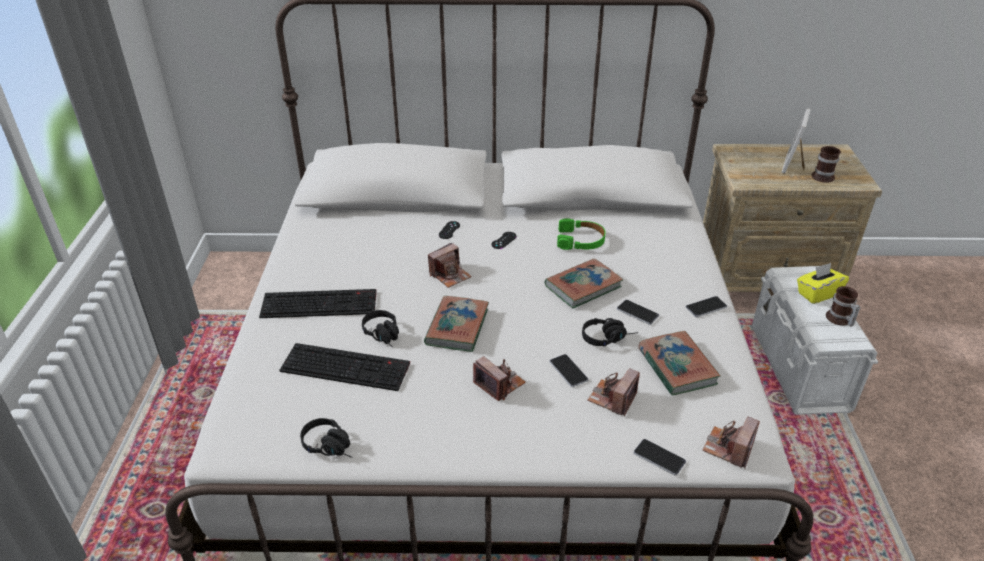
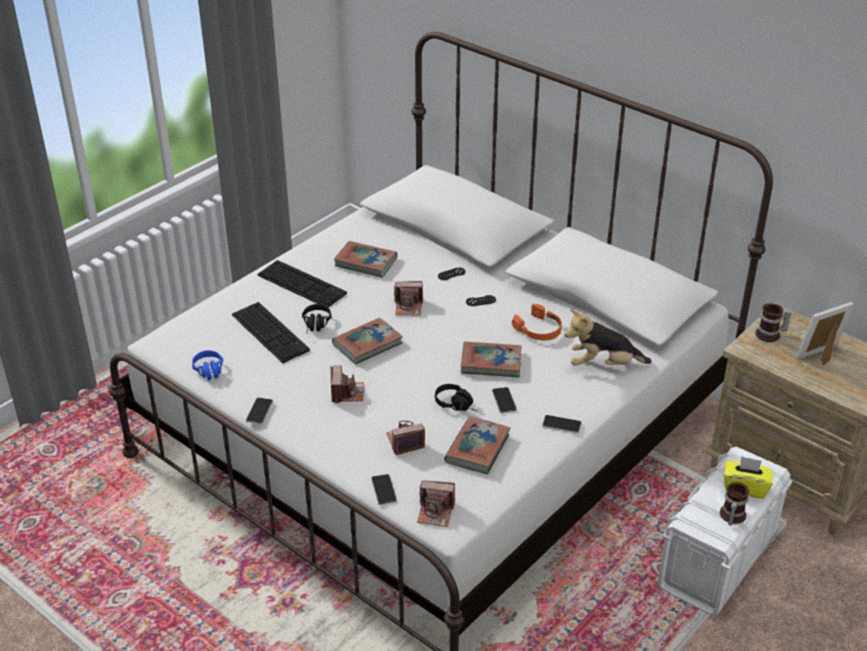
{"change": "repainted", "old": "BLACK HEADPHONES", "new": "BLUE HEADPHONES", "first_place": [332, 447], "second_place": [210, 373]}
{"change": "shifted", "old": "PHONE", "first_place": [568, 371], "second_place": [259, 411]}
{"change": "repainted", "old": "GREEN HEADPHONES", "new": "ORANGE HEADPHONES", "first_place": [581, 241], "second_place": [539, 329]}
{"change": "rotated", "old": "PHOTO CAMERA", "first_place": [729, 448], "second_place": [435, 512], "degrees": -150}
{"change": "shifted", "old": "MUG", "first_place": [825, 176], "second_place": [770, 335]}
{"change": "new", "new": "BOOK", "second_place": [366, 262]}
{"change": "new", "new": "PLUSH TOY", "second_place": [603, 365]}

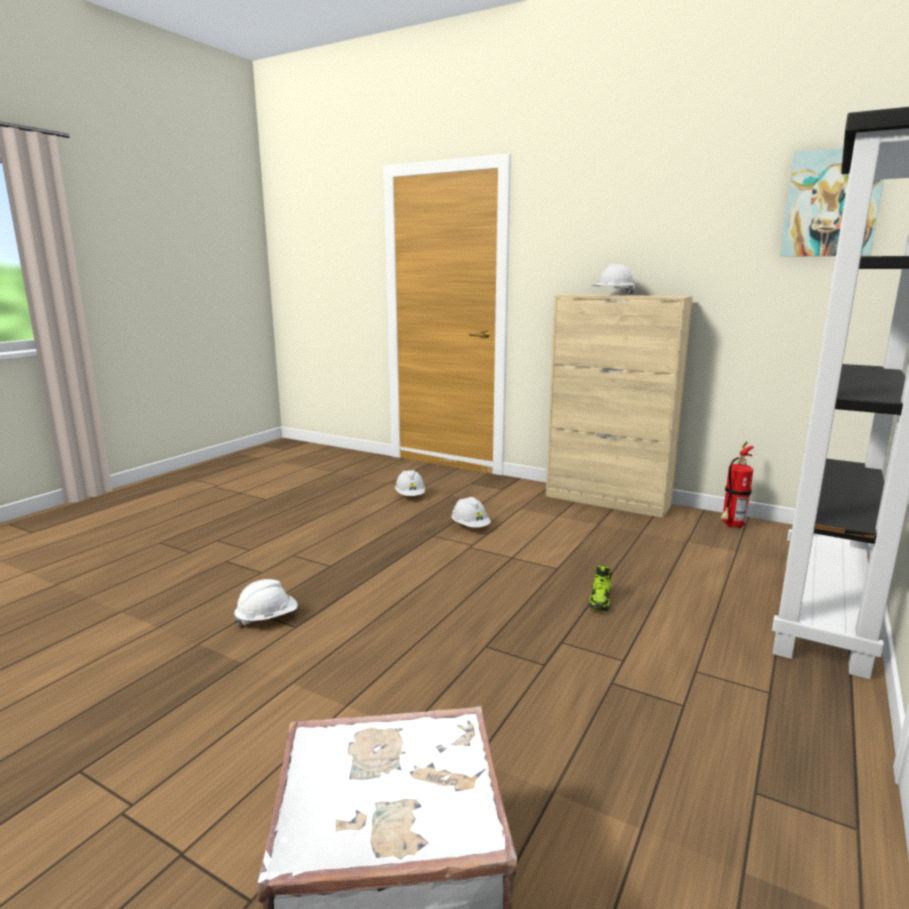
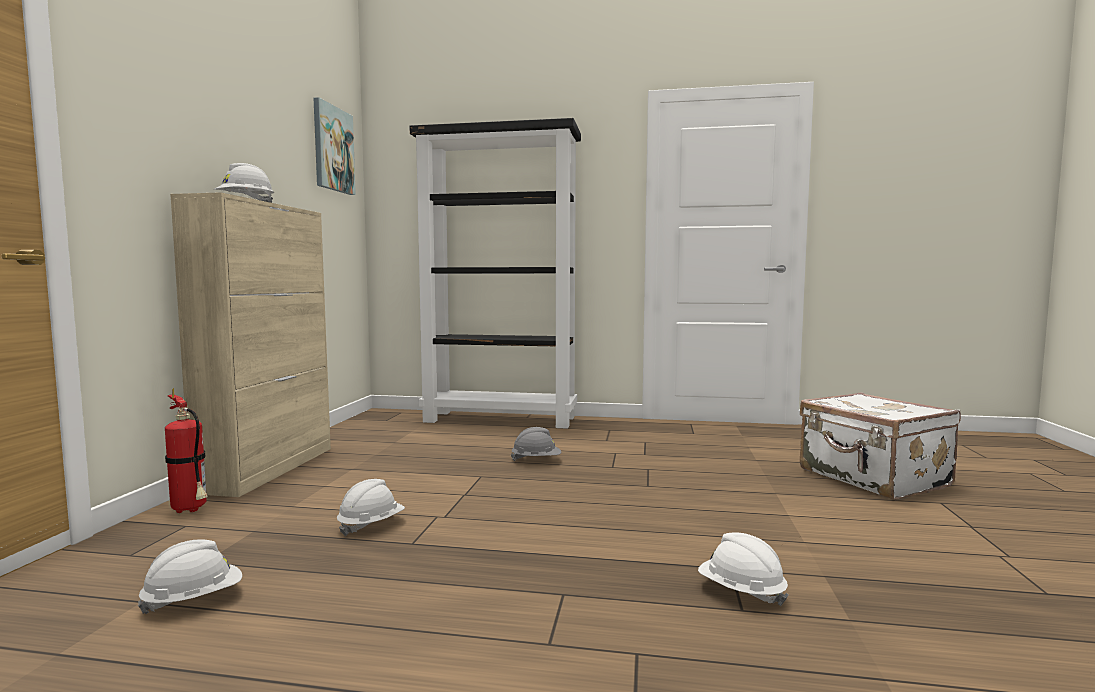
{"change": "swapped", "old": "SHOE", "new": "GREY HARD HAT", "first_place": [600, 601], "second_place": [536, 460]}
{"change": "shifted", "old": "FIRE EXTINGUISHER", "first_place": [731, 526], "second_place": [191, 510]}

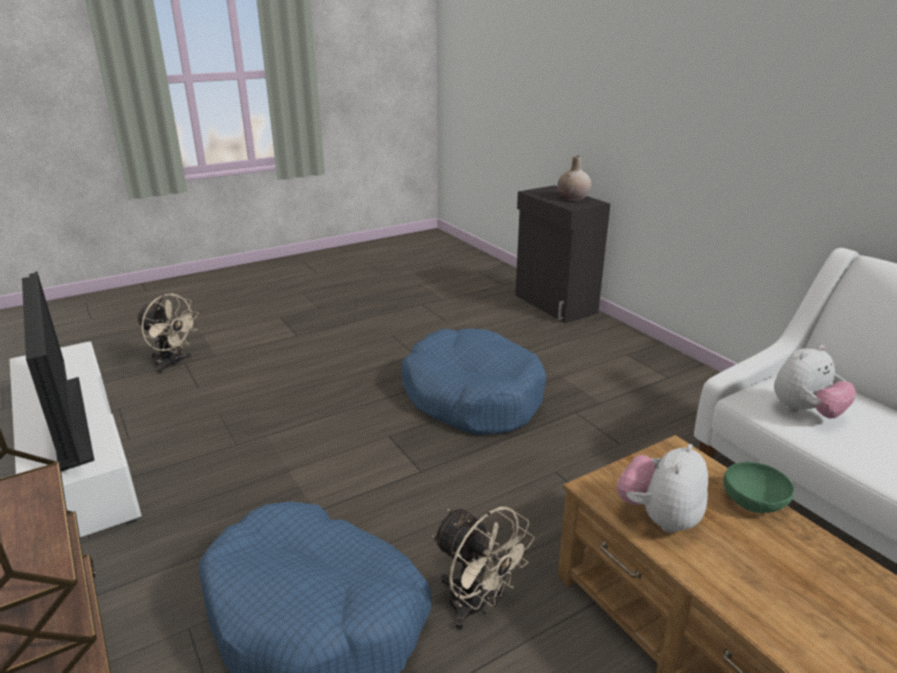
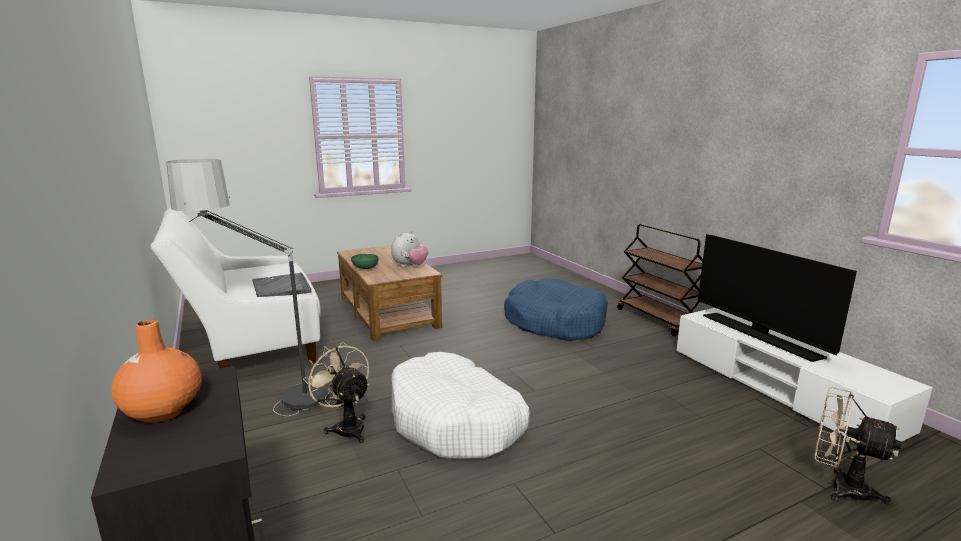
{"change": "repainted", "old": "BLUE DOG BED", "new": "WHITE DOG BED", "first_place": [472, 397], "second_place": [456, 421]}
{"change": "shifted", "old": "BEIGE FAN", "first_place": [476, 607], "second_place": [346, 426]}
{"change": "repainted", "old": "BEIGE VASE", "new": "ORANGE VASE", "first_place": [573, 198], "second_place": [163, 410]}
{"change": "swapped", "old": "PLUSH TOY", "new": "GREY TRAY", "first_place": [805, 412], "second_place": [281, 287]}
{"change": "new", "new": "FLOOR LAMP", "second_place": [268, 399]}

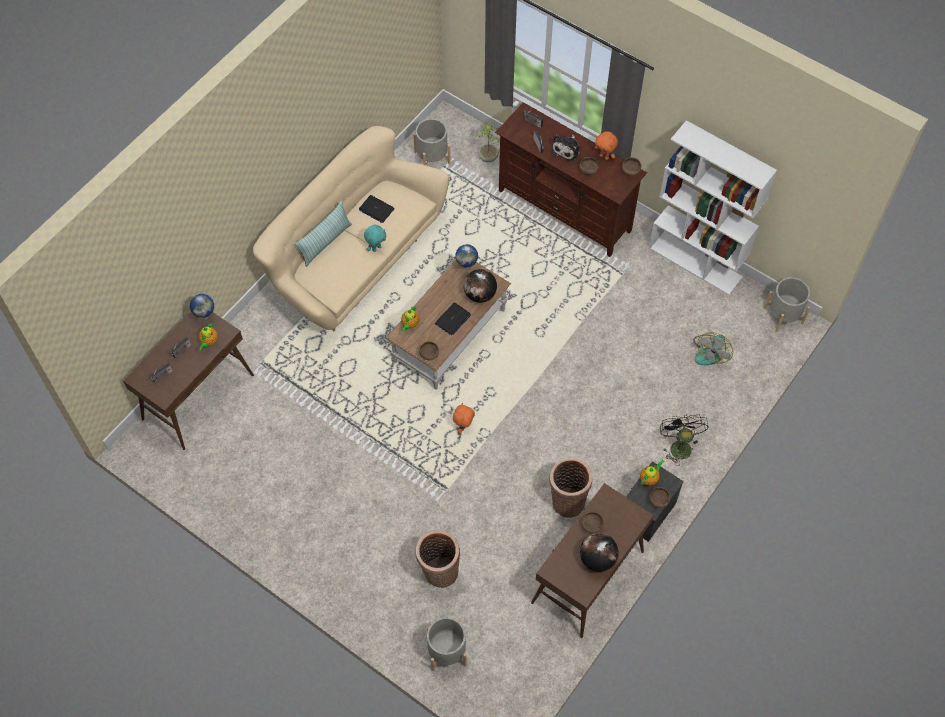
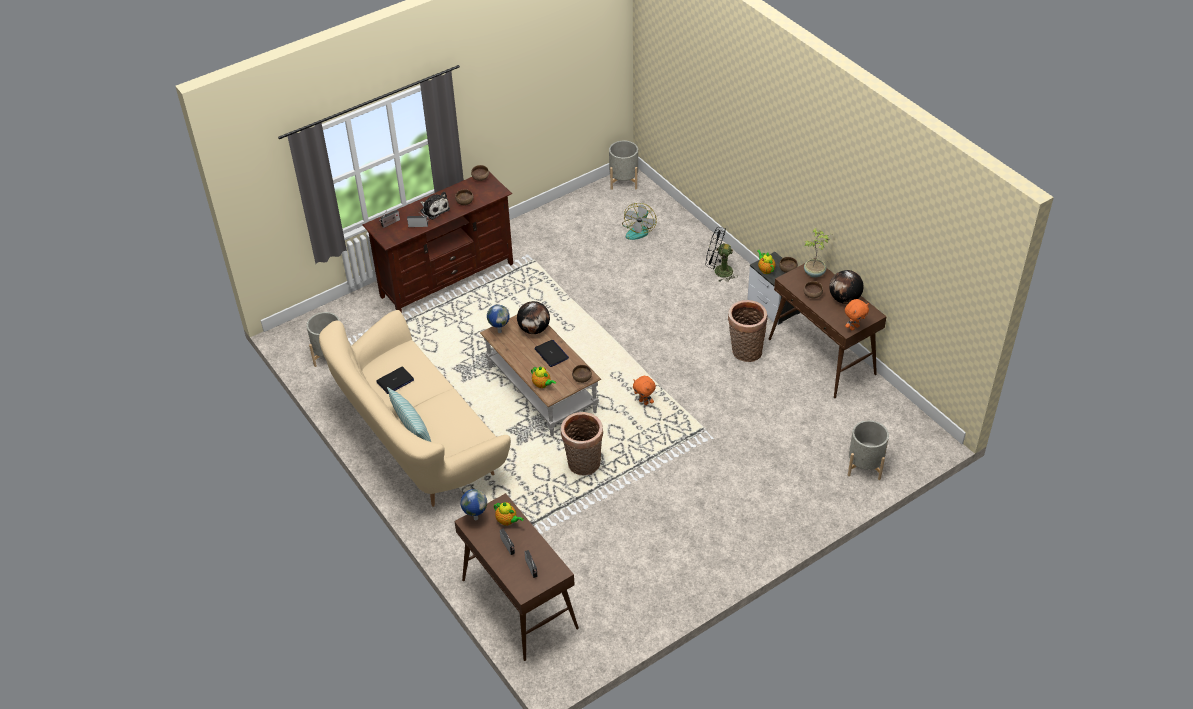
{"change": "gone", "old": "TURQUOISE PLUSH TOY", "first_place": [376, 248]}
{"change": "shifted", "old": "BASKET", "first_place": [438, 572], "second_place": [583, 465]}
{"change": "shifted", "old": "POTTED PLANT", "first_place": [488, 157], "second_place": [815, 273]}
{"change": "shifted", "old": "ORANGE PLUSH TOY", "first_place": [604, 156], "second_place": [854, 327]}
{"change": "gone", "old": "WHITE BOOKCASE", "first_place": [696, 262]}
{"change": "rotated", "old": "FAN", "first_place": [710, 352], "second_place": [639, 230], "degrees": 60}

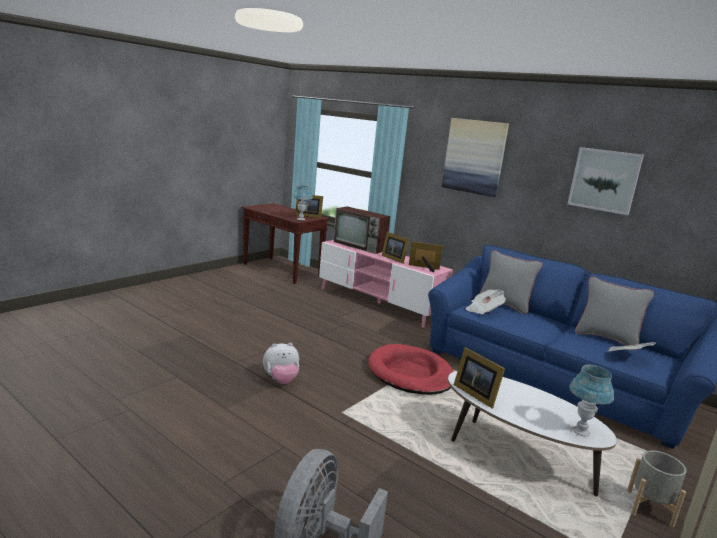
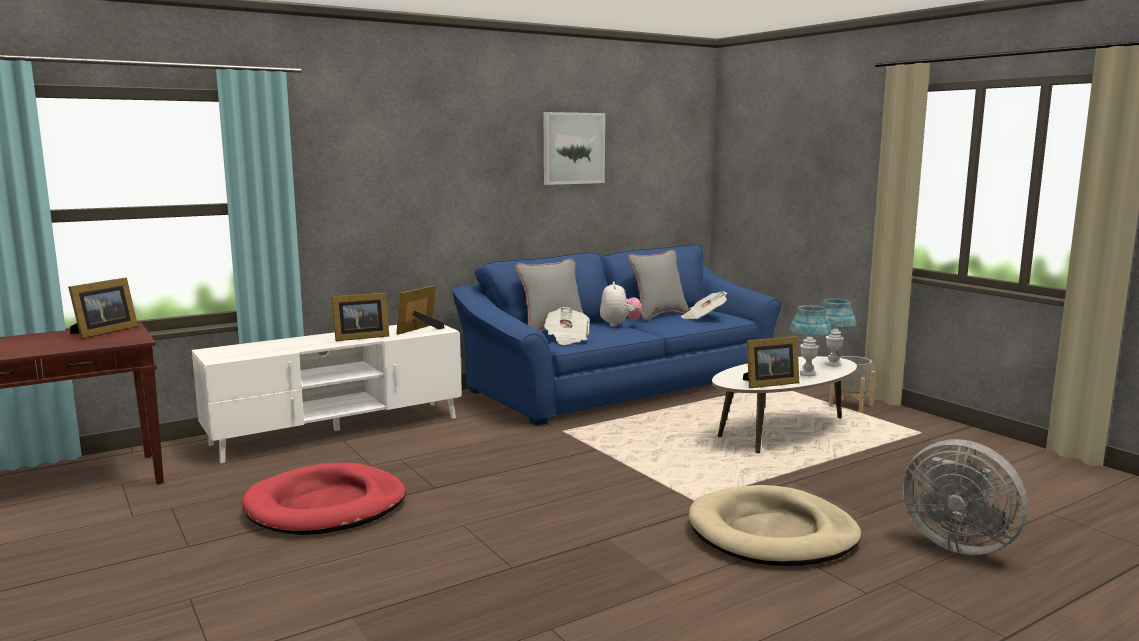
{"change": "shifted", "old": "PLUSH TOY", "first_place": [281, 380], "second_place": [619, 325]}
{"change": "shifted", "old": "BLUE TABLE LAMP", "first_place": [301, 219], "second_place": [807, 374]}
{"change": "repainted", "old": "PINK TV STAND", "new": "WHITE TV STAND", "first_place": [378, 303], "second_place": [337, 430]}
{"change": "gone", "old": "TELEVISION", "first_place": [360, 246]}
{"change": "shifted", "old": "RED DOG BED", "first_place": [410, 373], "second_place": [326, 506]}
{"change": "gone", "old": "PICTURE", "first_place": [474, 156]}
{"change": "new", "new": "BEIGE DOG BED", "second_place": [772, 533]}

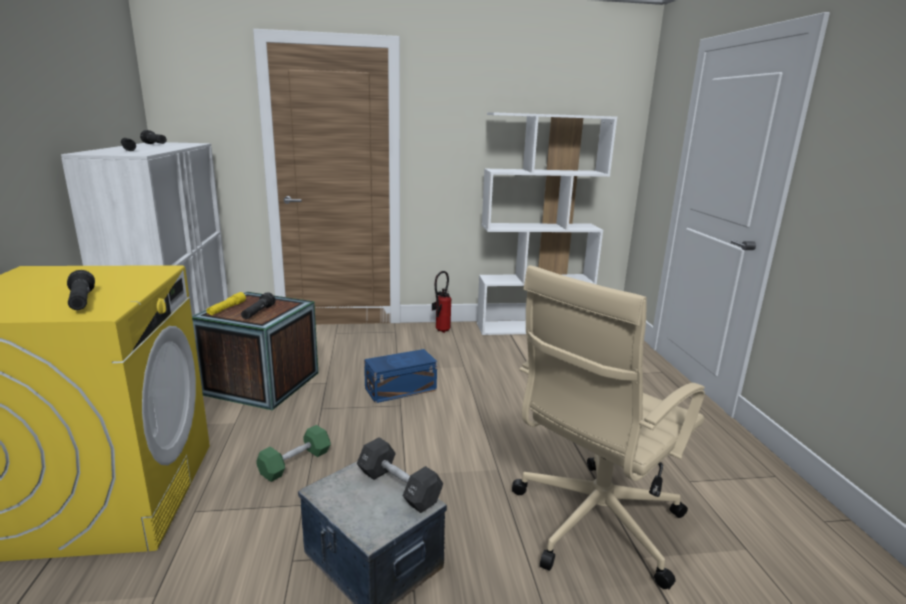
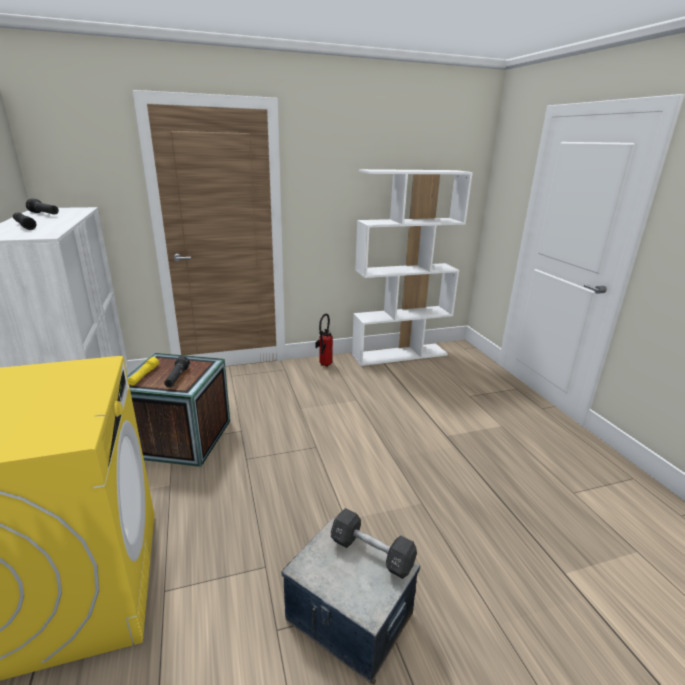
{"change": "gone", "old": "BLACK FLASHLIGHT", "first_place": [81, 302]}
{"change": "gone", "old": "GREEN DUMBBELL", "first_place": [295, 463]}
{"change": "gone", "old": "BLUE STORAGE BOX", "first_place": [399, 389]}
{"change": "gone", "old": "BEIGE OFFICE CHAIR", "first_place": [593, 524]}

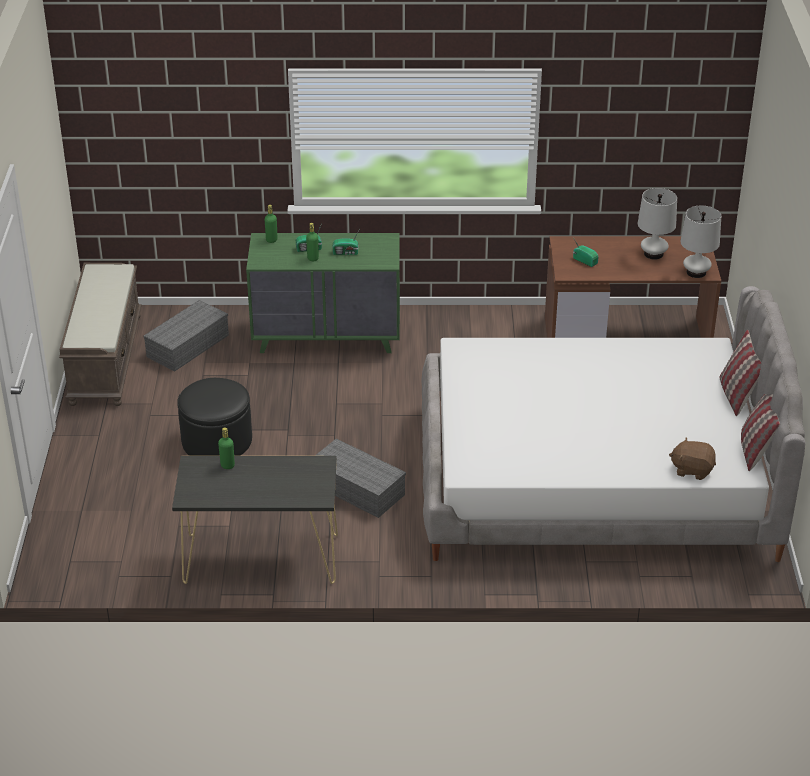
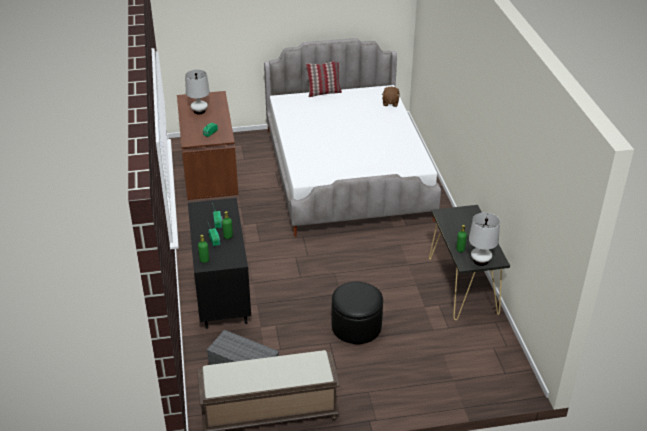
{"change": "repainted", "old": "GREEN DRESSER", "new": "BLACK DRESSER", "first_place": [327, 337], "second_place": [222, 292]}
{"change": "gone", "old": "GREY STORAGE BOX", "first_place": [355, 489]}
{"change": "shifted", "old": "WHITE TABLE LAMP", "first_place": [696, 272], "second_place": [480, 261]}
{"change": "gone", "old": "PILLOW", "first_place": [755, 450]}

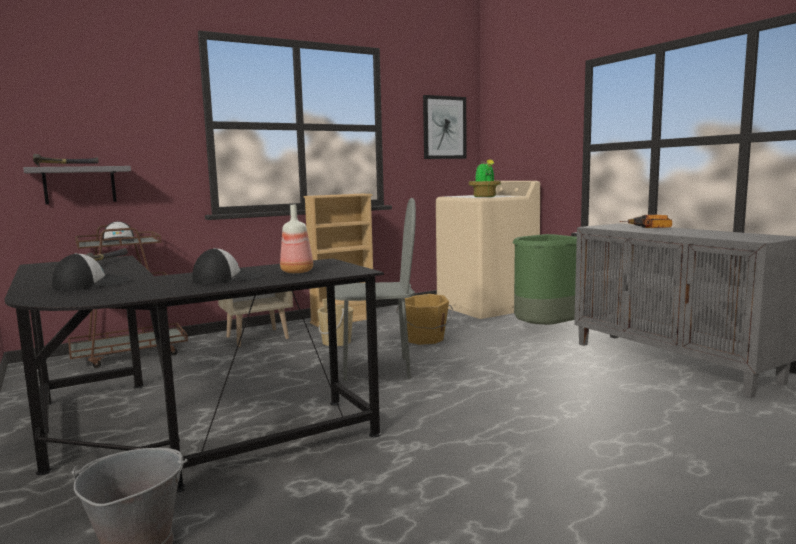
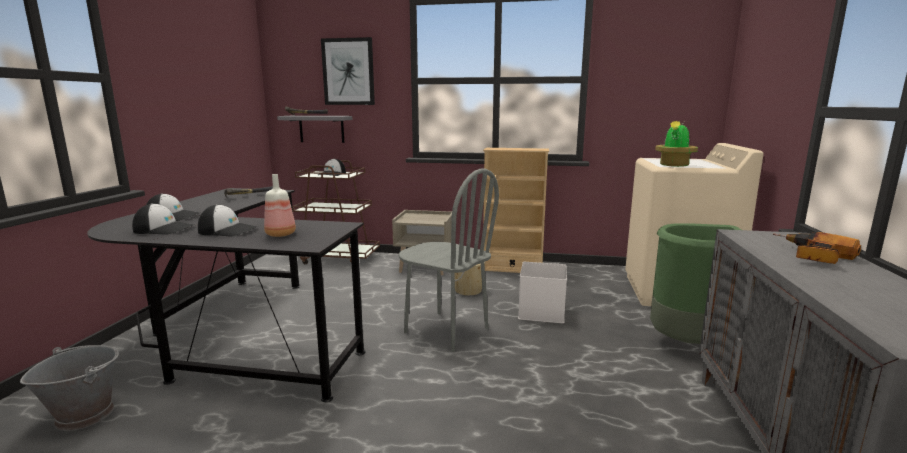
{"change": "swapped", "old": "ORANGE BUCKET", "new": "WHITE STORAGE BOX", "first_place": [424, 339], "second_place": [542, 312]}
{"change": "shifted", "old": "PICTURE", "first_place": [444, 127], "second_place": [348, 72]}
{"change": "new", "new": "CAP", "second_place": [164, 229]}

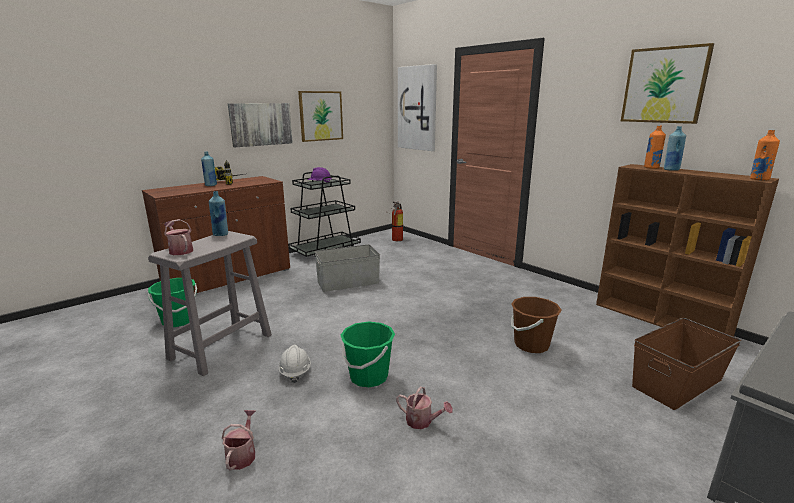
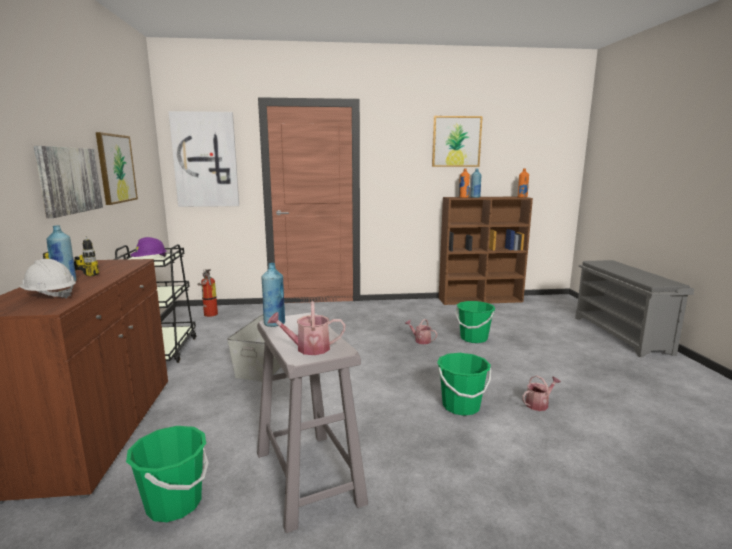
{"change": "shifted", "old": "WATERING CAN", "first_place": [242, 454], "second_place": [420, 340]}
{"change": "shifted", "old": "WHITE HARD HAT", "first_place": [295, 372], "second_place": [50, 295]}
{"change": "repainted", "old": "BROWN BUCKET", "new": "GREEN BUCKET", "first_place": [531, 345], "second_place": [473, 338]}
{"change": "gone", "old": "BROWN STORAGE BOX", "first_place": [676, 383]}

